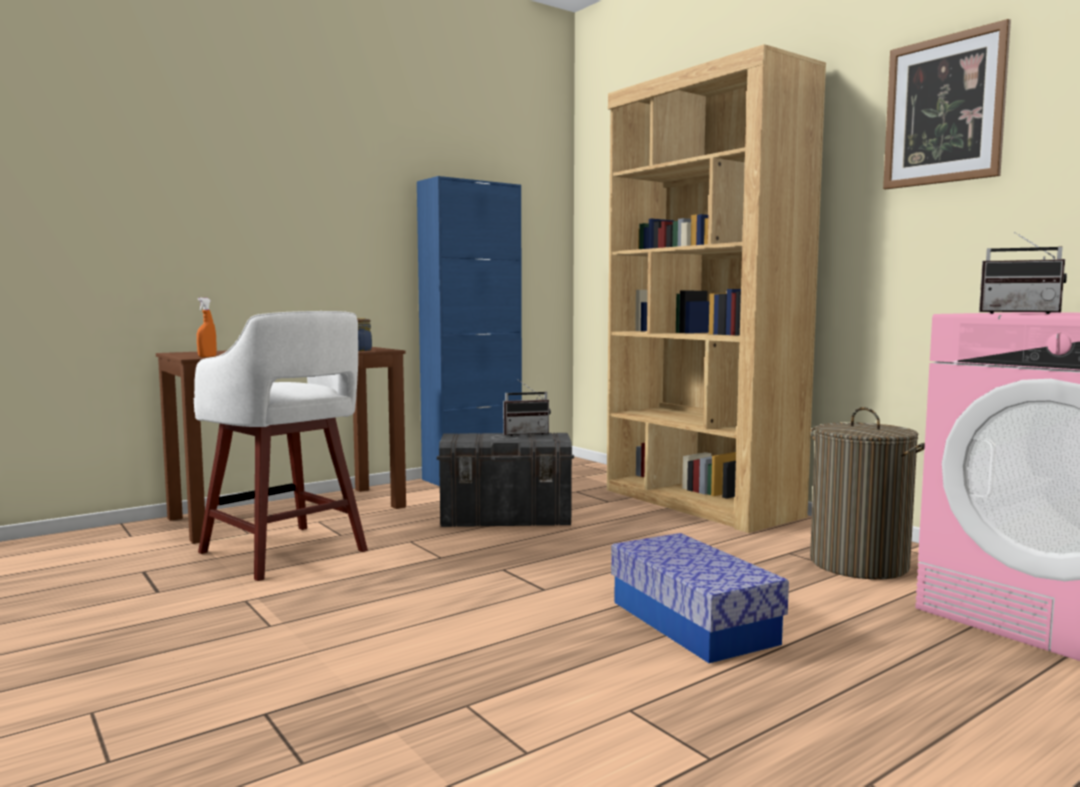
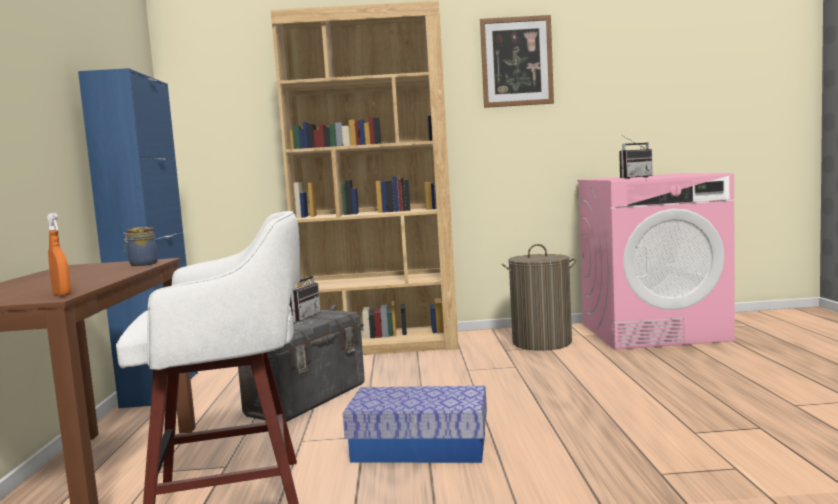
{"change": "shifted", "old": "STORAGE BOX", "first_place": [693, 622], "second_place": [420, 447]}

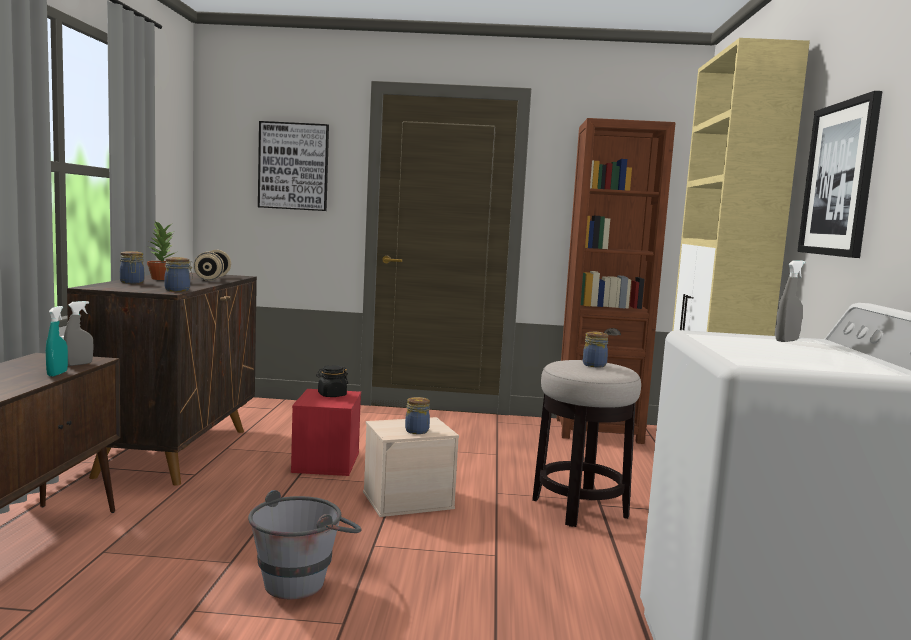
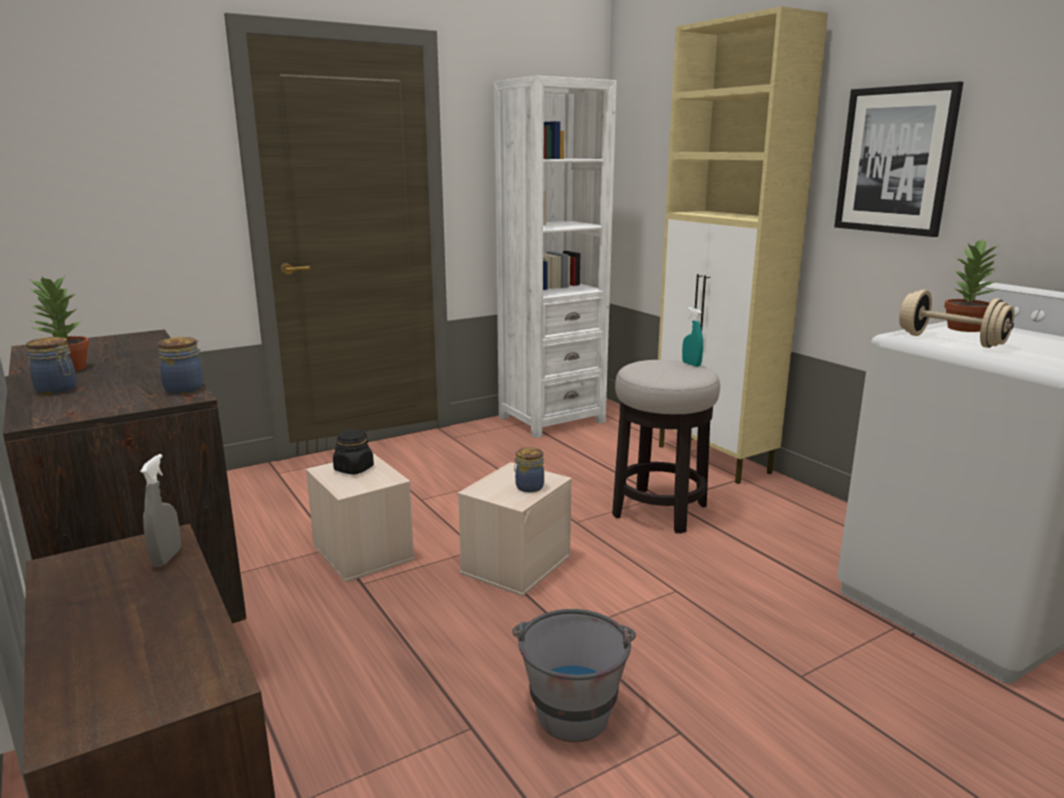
{"change": "shifted", "old": "TURQUOISE SPRAY BOTTLE", "first_place": [57, 374], "second_place": [691, 364]}
{"change": "shifted", "old": "BEIGE DUMBBELL", "first_place": [212, 278], "second_place": [950, 341]}
{"change": "gone", "old": "PICTURE", "first_place": [293, 166]}
{"change": "repainted", "old": "RED STORAGE BOX", "new": "BEIGE STORAGE BOX", "first_place": [325, 462], "second_place": [361, 552]}
{"change": "repainted", "old": "BROWN BOOKCASE", "new": "WHITE BOOKCASE", "first_place": [598, 431], "second_place": [551, 419]}
{"change": "gone", "old": "JAR", "first_place": [594, 365]}
{"change": "swapped", "old": "GREY SPRAY BOTTLE", "new": "POTTED PLANT", "first_place": [786, 341], "second_place": [965, 328]}

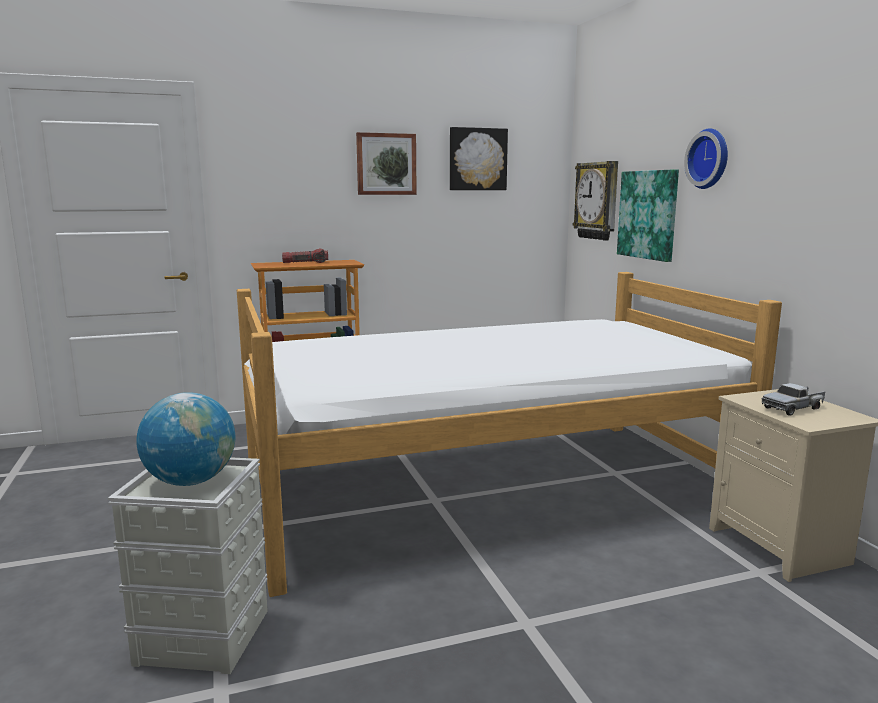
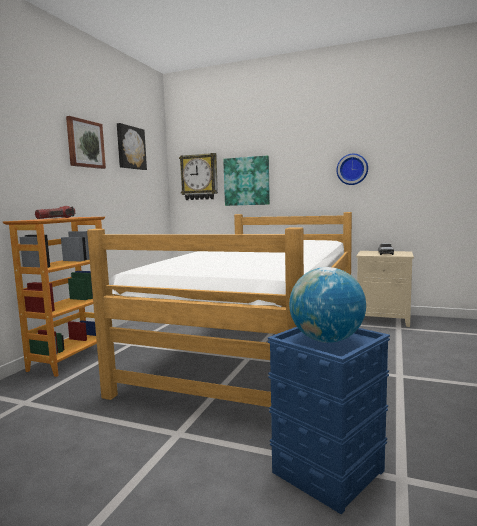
{"change": "repainted", "old": "GREY STORAGE BOX", "new": "BLUE STORAGE BOX", "first_place": [205, 636], "second_place": [327, 470]}
{"change": "shifted", "old": "WALL CLOCK", "first_place": [710, 159], "second_place": [352, 169]}

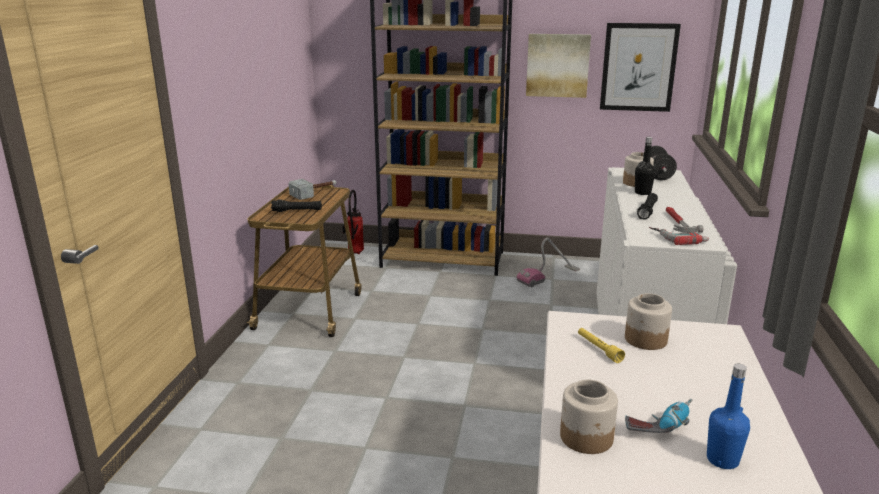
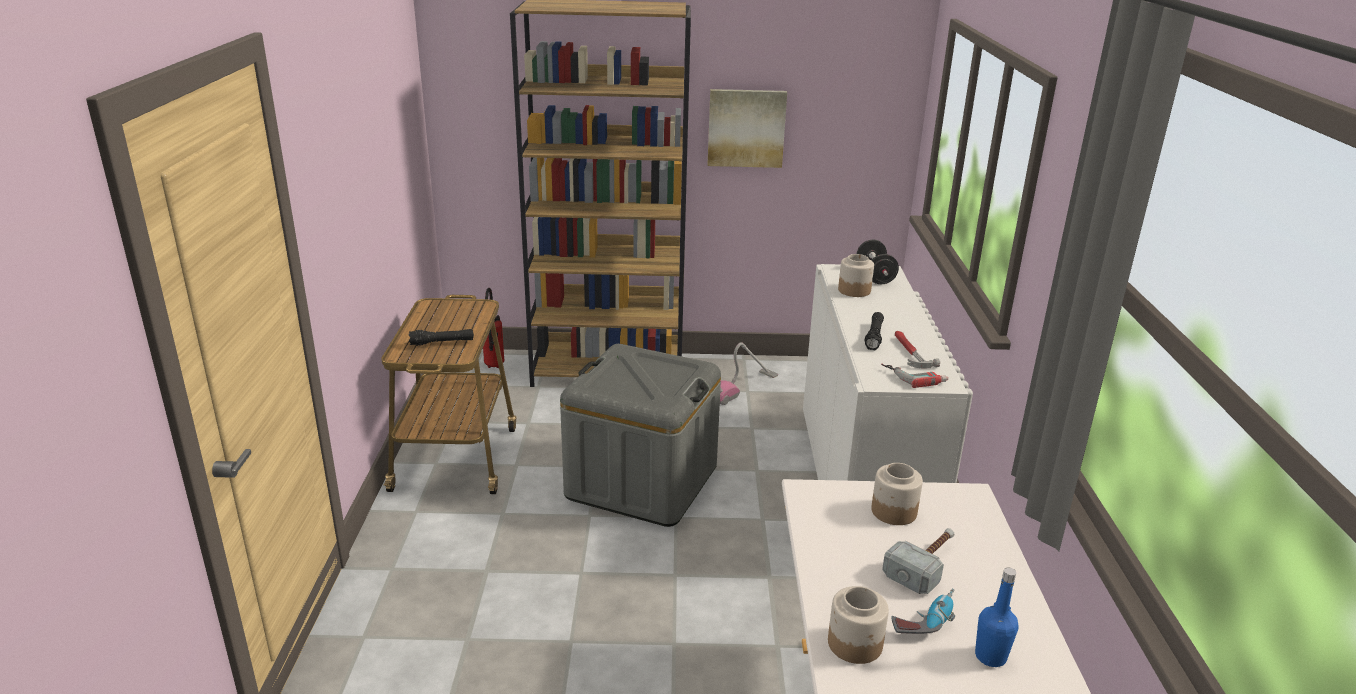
{"change": "shifted", "old": "HAMMER", "first_place": [314, 193], "second_place": [925, 565]}
{"change": "gone", "old": "YELLOW FLASHLIGHT", "first_place": [599, 349]}
{"change": "gone", "old": "PICTURE", "first_place": [638, 67]}
{"change": "gone", "old": "BLACK BOTTLE", "first_place": [642, 193]}
{"change": "new", "new": "GREY STORAGE BOX", "second_place": [642, 482]}

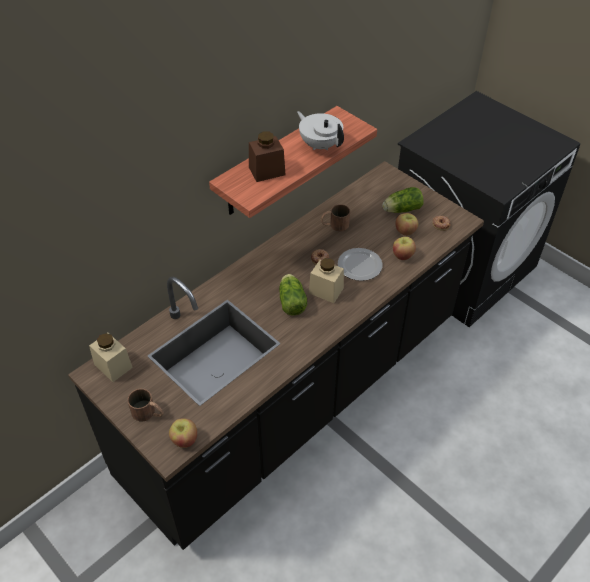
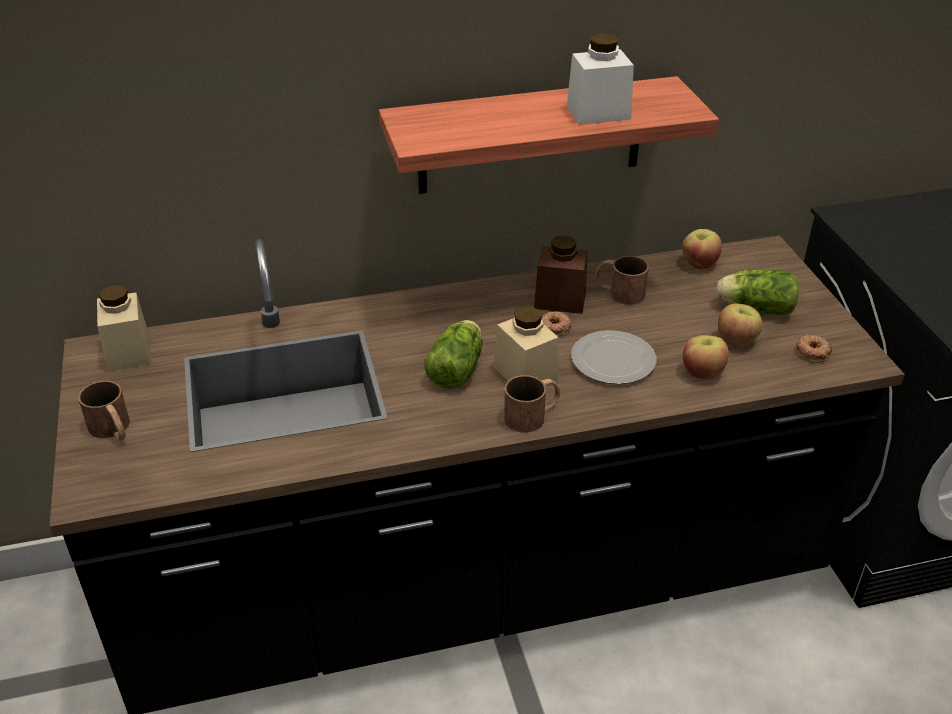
{"change": "shifted", "old": "APPLE", "first_place": [184, 440], "second_place": [699, 264]}
{"change": "shifted", "old": "BROWN JAR", "first_place": [267, 171], "second_place": [560, 300]}
{"change": "swapped", "old": "WHITE TEAPOT", "new": "WHITE JAR", "first_place": [320, 144], "second_place": [598, 112]}
{"change": "new", "new": "BROWN MUG", "second_place": [533, 415]}

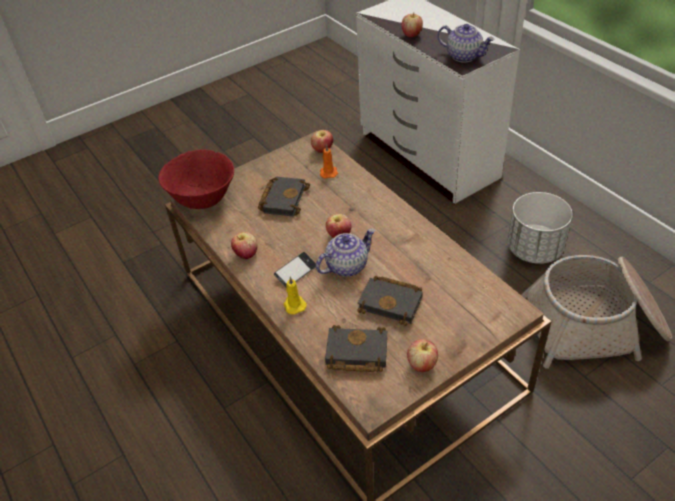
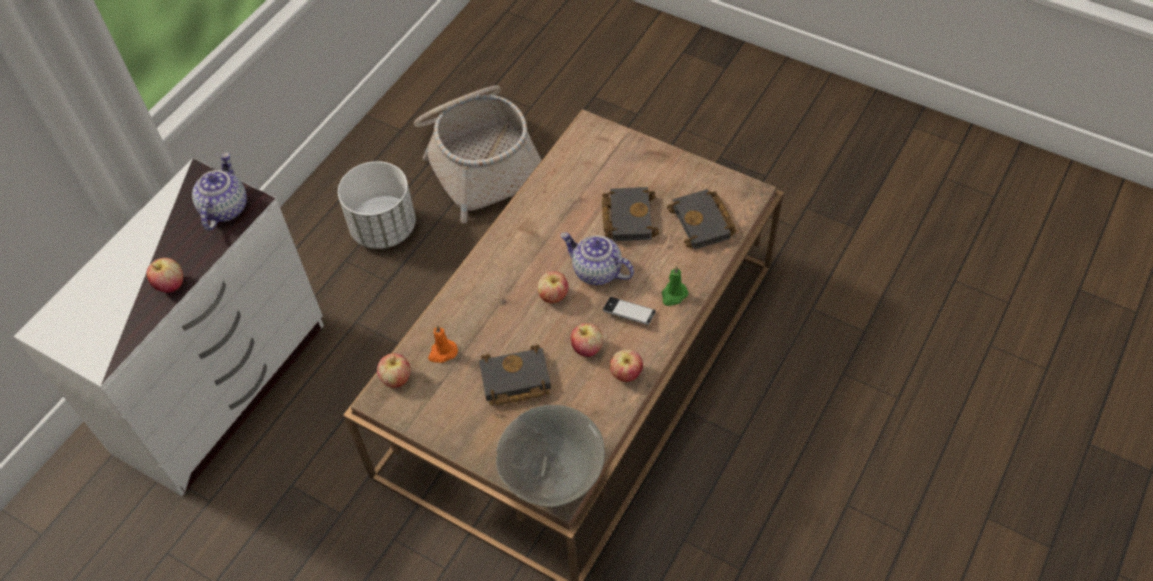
{"change": "repainted", "old": "RED BOWL", "new": "GREY BOWL", "first_place": [203, 199], "second_place": [553, 476]}
{"change": "repainted", "old": "YELLOW CANDLE", "new": "GREEN CANDLE", "first_place": [294, 305], "second_place": [673, 295]}
{"change": "shifted", "old": "APPLE", "first_place": [422, 364], "second_place": [587, 348]}

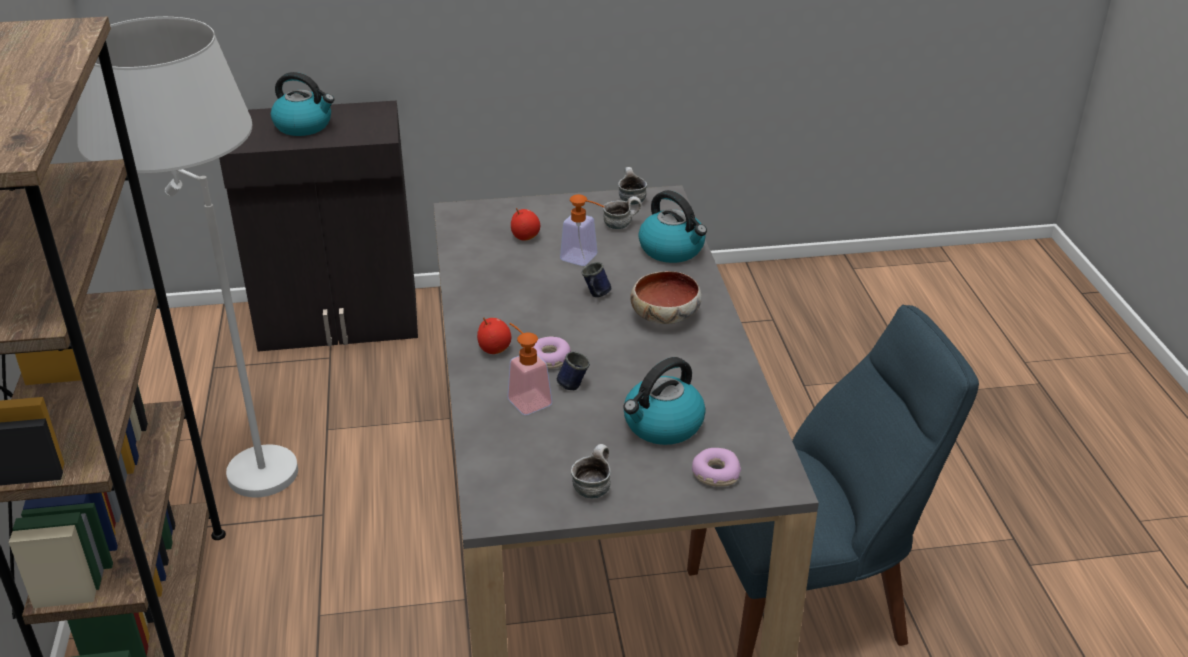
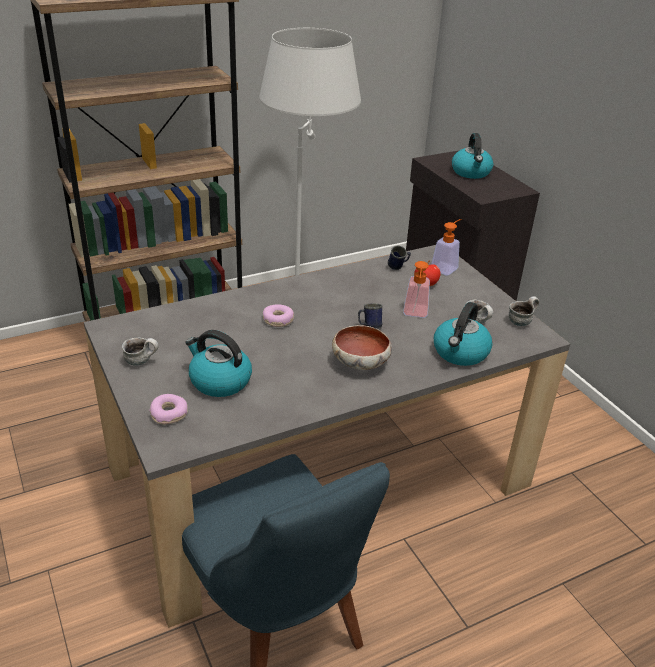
{"change": "gone", "old": "APPLE", "first_place": [494, 349]}
{"change": "shifted", "old": "SOAP DISPENSER", "first_place": [525, 398], "second_place": [446, 267]}
{"change": "shifted", "old": "BLUE MUG", "first_place": [573, 383], "second_place": [398, 267]}

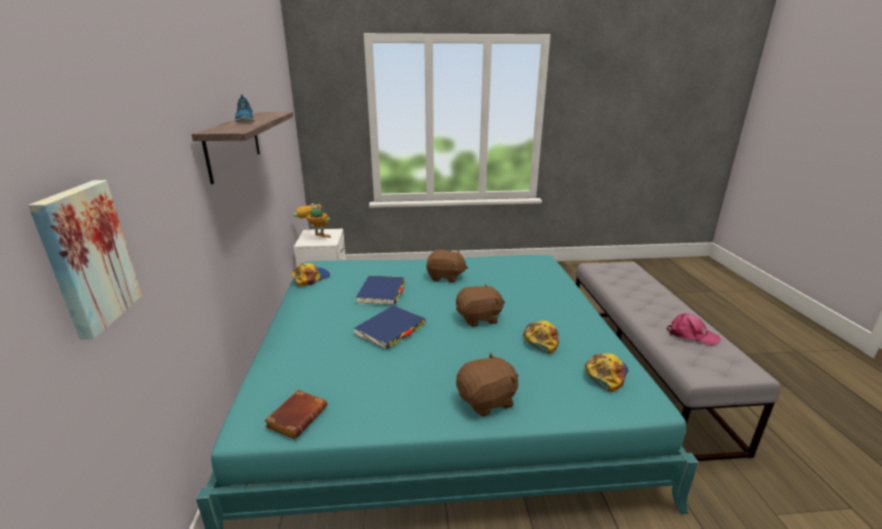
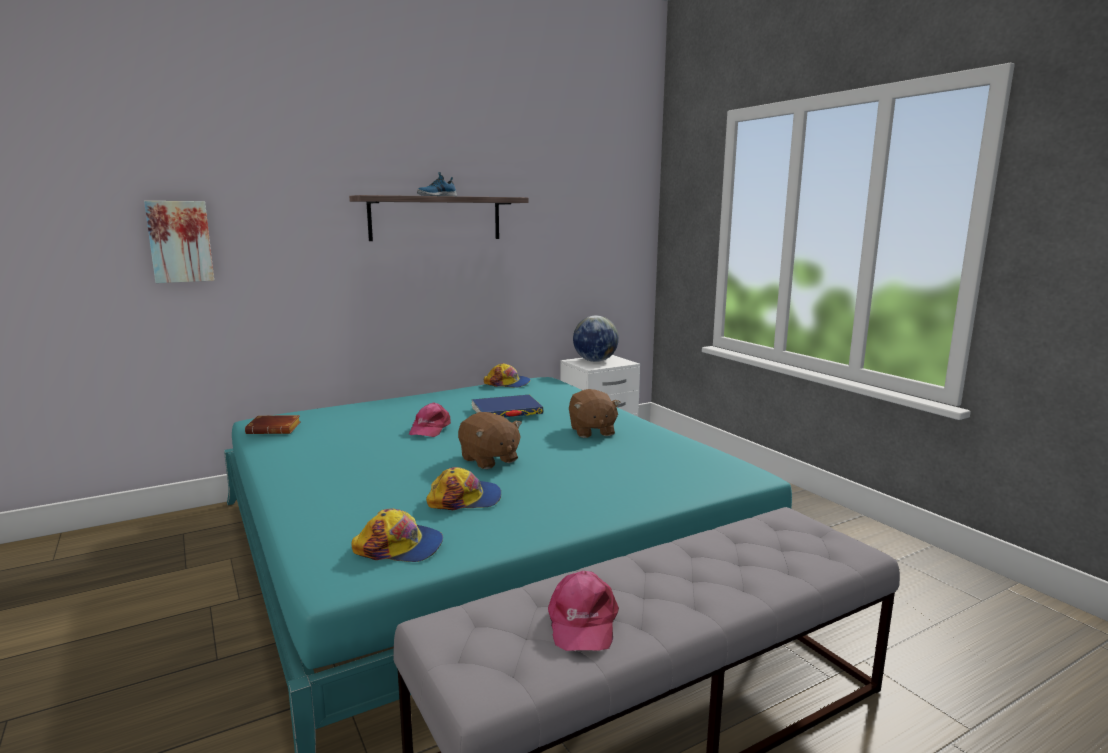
{"change": "swapped", "old": "TOY ROBOT", "new": "GLOBE", "first_place": [315, 237], "second_place": [595, 361]}
{"change": "swapped", "old": "BLUE BOOK", "new": "PINK CAP", "first_place": [390, 329], "second_place": [430, 429]}
{"change": "gone", "old": "BROWN PLUSH TOY", "first_place": [487, 400]}

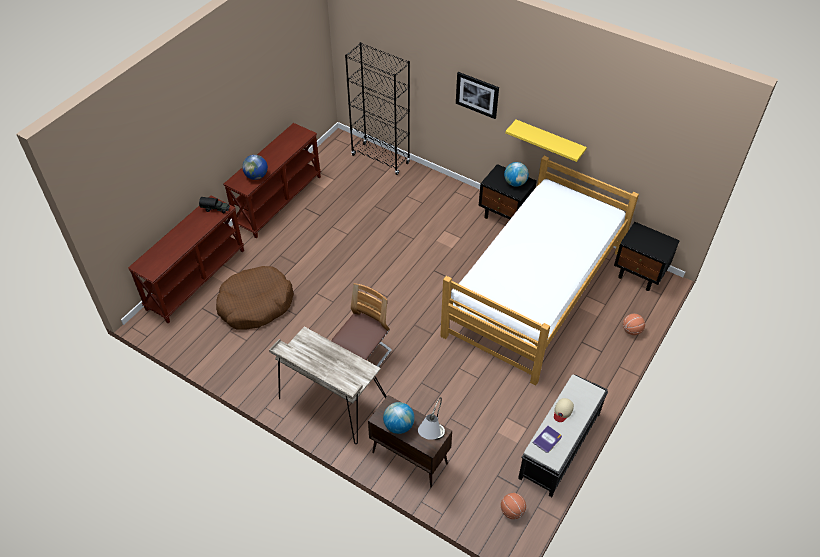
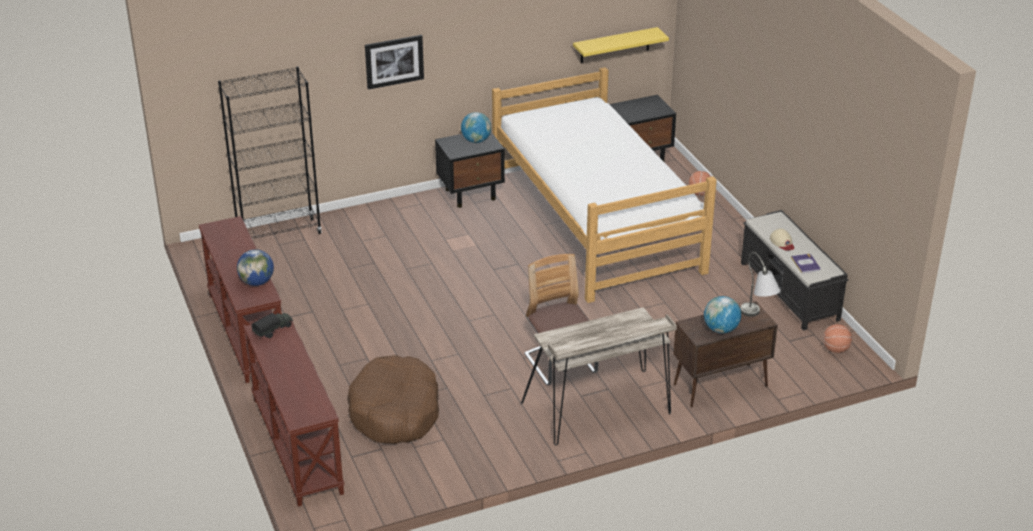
{"change": "shifted", "old": "YELLOW SHELF", "first_place": [549, 140], "second_place": [615, 45]}

